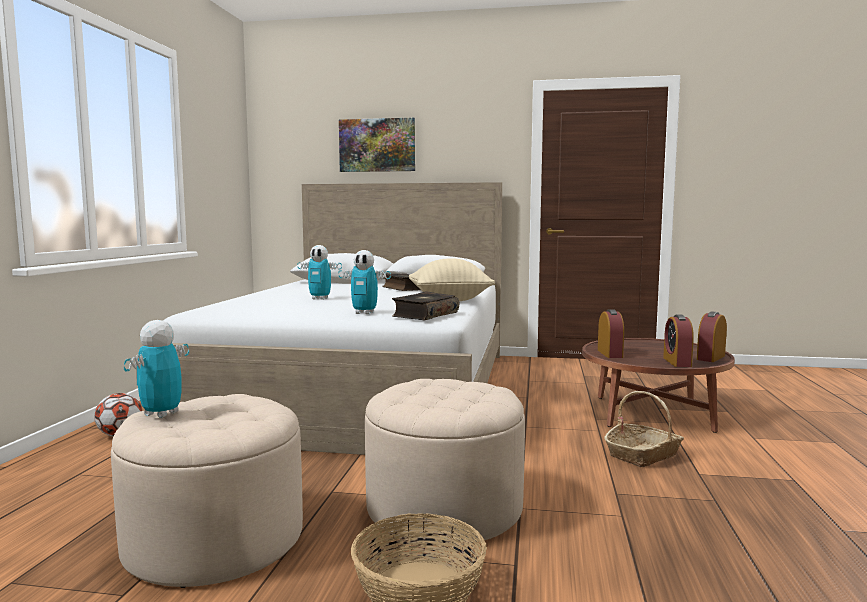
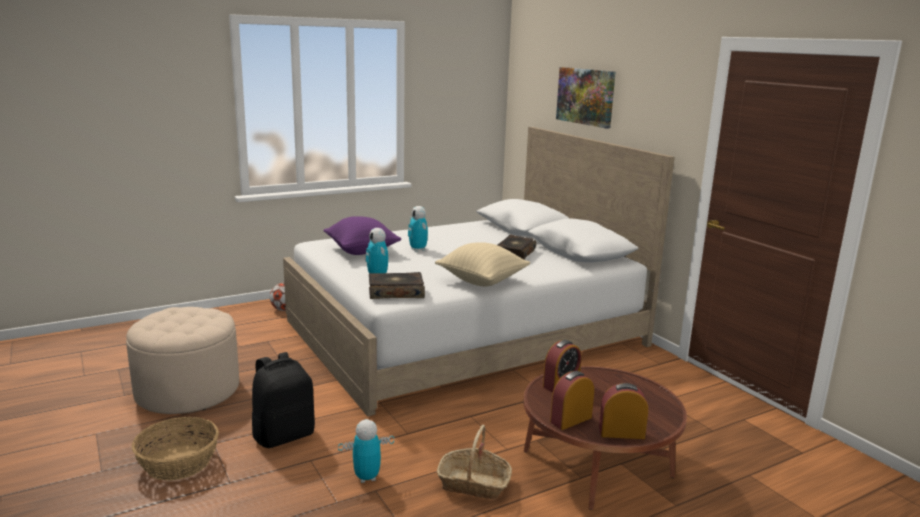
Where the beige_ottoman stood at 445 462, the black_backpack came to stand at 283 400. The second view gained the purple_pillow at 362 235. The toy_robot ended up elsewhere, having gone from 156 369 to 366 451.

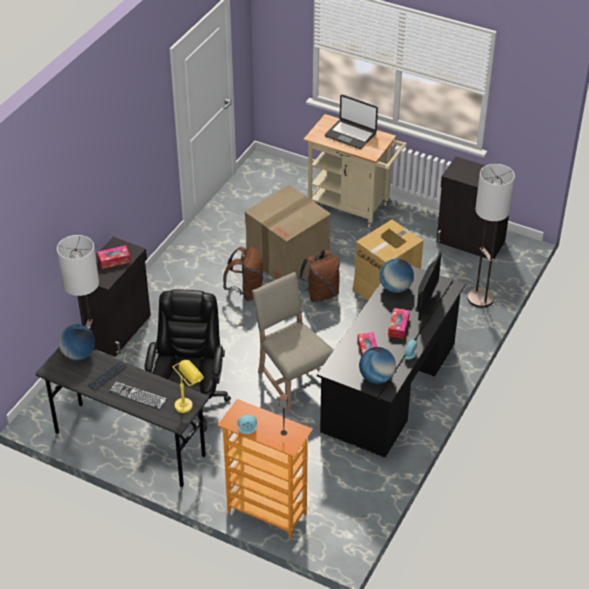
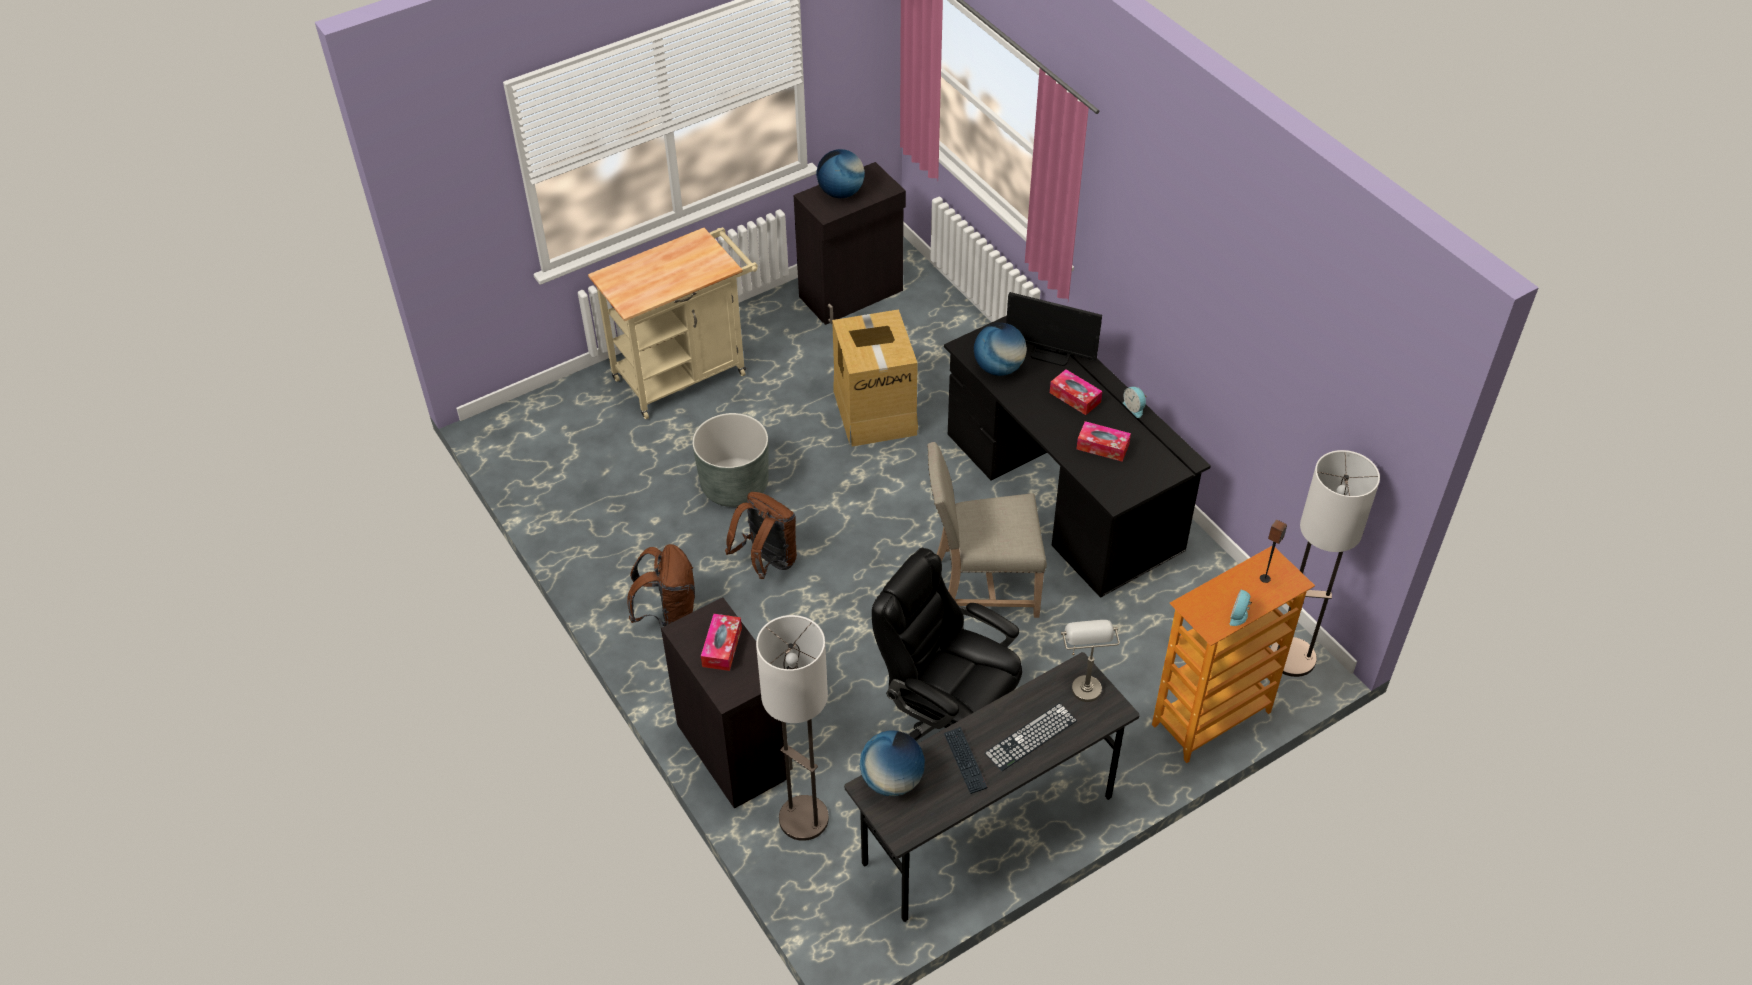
The brown_backpack ended up elsewhere, having gone from 319 276 to 661 586. Where the cardboard_box stood at 288 232, the grey_planter came to stand at 730 460. The globe ended up elsewhere, having gone from 377 365 to 840 173. The monitor at 428 286 ended up facing another way, 150 degrees clockwise from before. What was the yellow_table_lamp at 188 386 turned into the grey_table_lamp at 1090 661. The floor_lamp ended up elsewhere, having gone from 491 236 to 1325 563. The second view lost the laptop at 351 122.

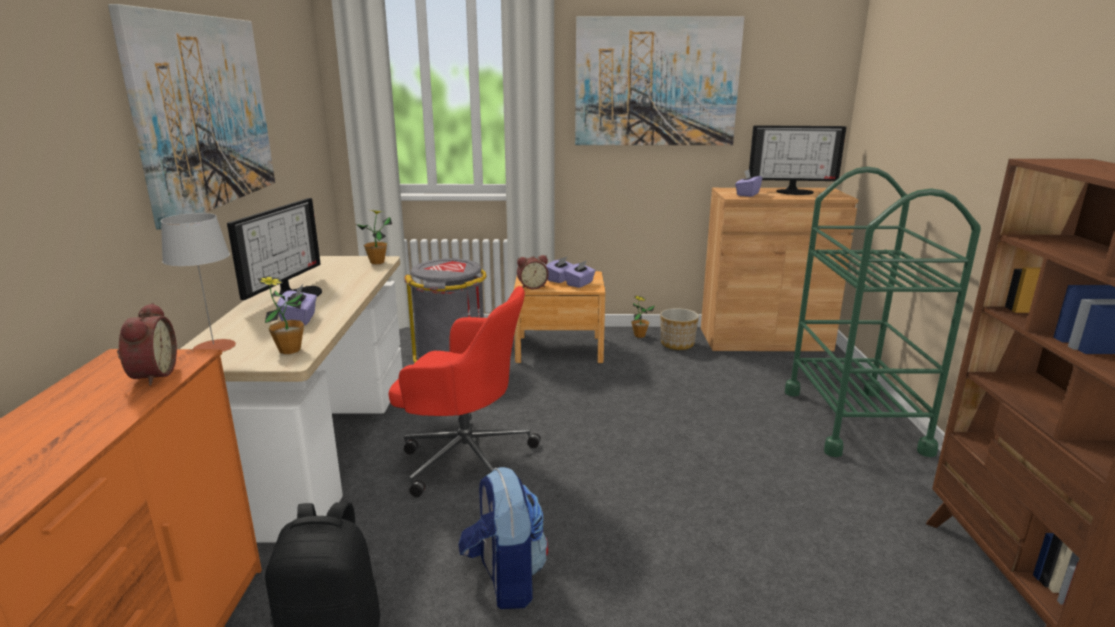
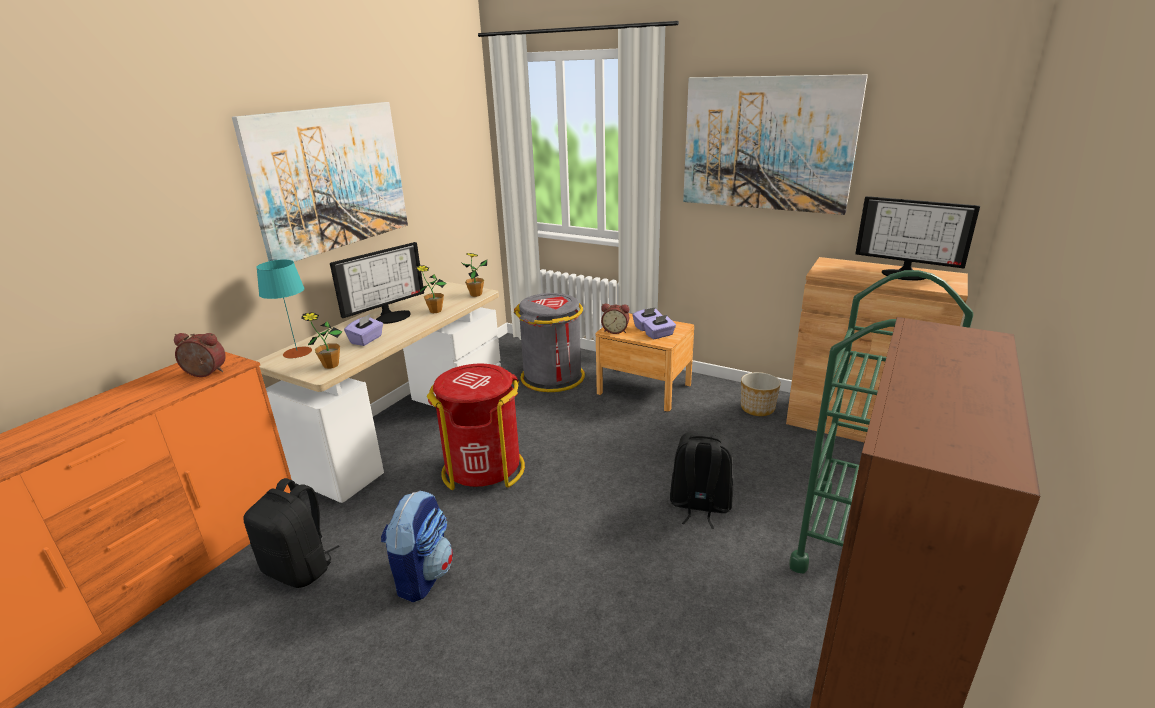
The alarm_clock at 147 344 ended up facing another way, 105 degrees counterclockwise from before. What was the grey_table_lamp at 198 282 turned into the turquoise_table_lamp at 284 309. The potted_plant ended up elsewhere, having gone from 643 317 to 431 289. Where the red_office_chair stood at 464 391, the red_trash_can came to stand at 476 426. The second view gained the black_backpack at 701 479. The second view lost the purple_tissue_box at 748 183.

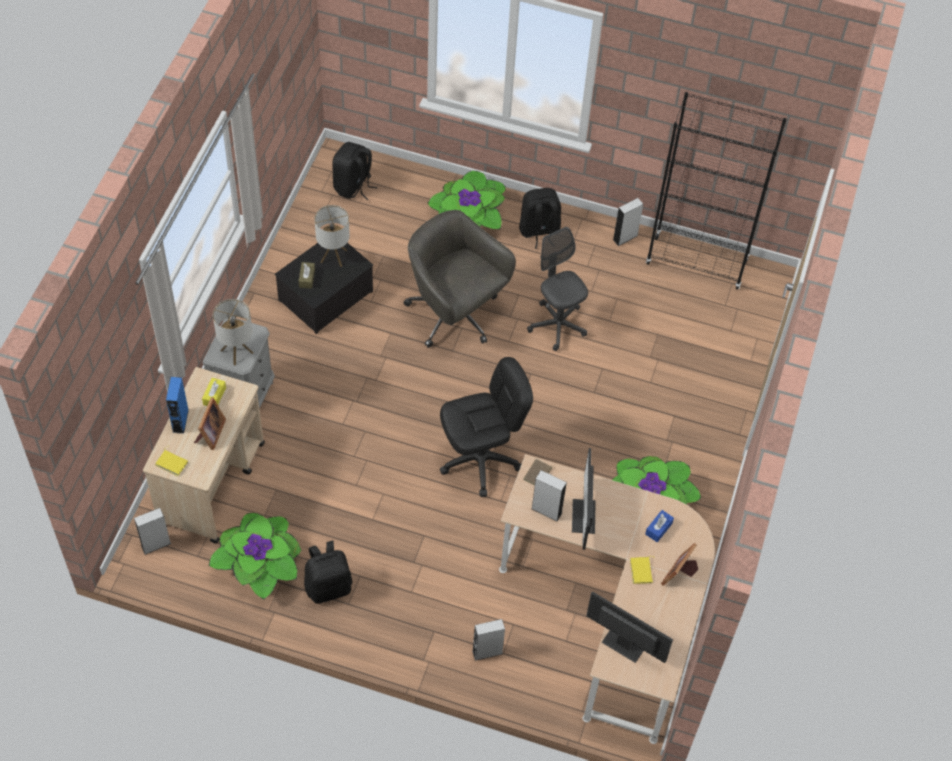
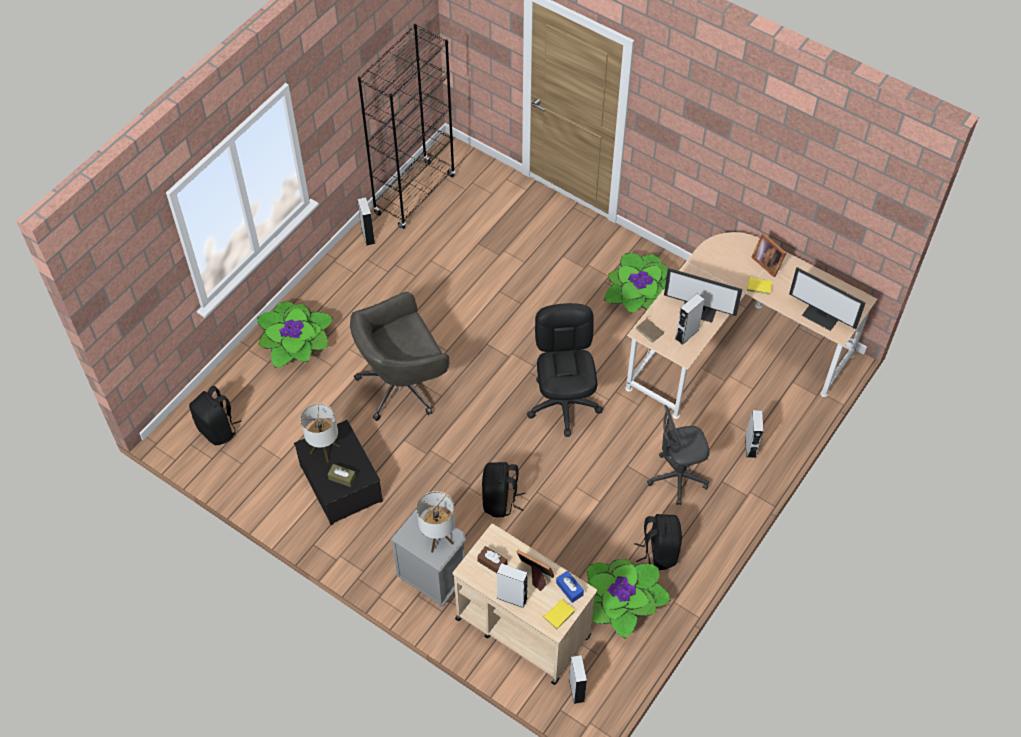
What was the yellow_tissue_box at 214 392 turned into the brown_tissue_box at 492 559. The black_backpack ended up elsewhere, having gone from 540 218 to 503 489. What was the blue_speaker at 177 405 turned into the grey_speaker at 512 585. The blue_tissue_box ended up elsewhere, having gone from 659 526 to 570 587. The grey_office_chair ended up elsewhere, having gone from 557 289 to 678 455. The monitor at 629 627 ended up facing another way, 105 degrees counterclockwise from before.

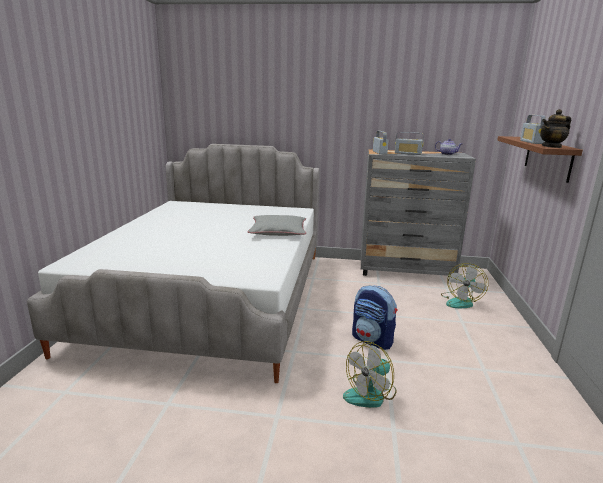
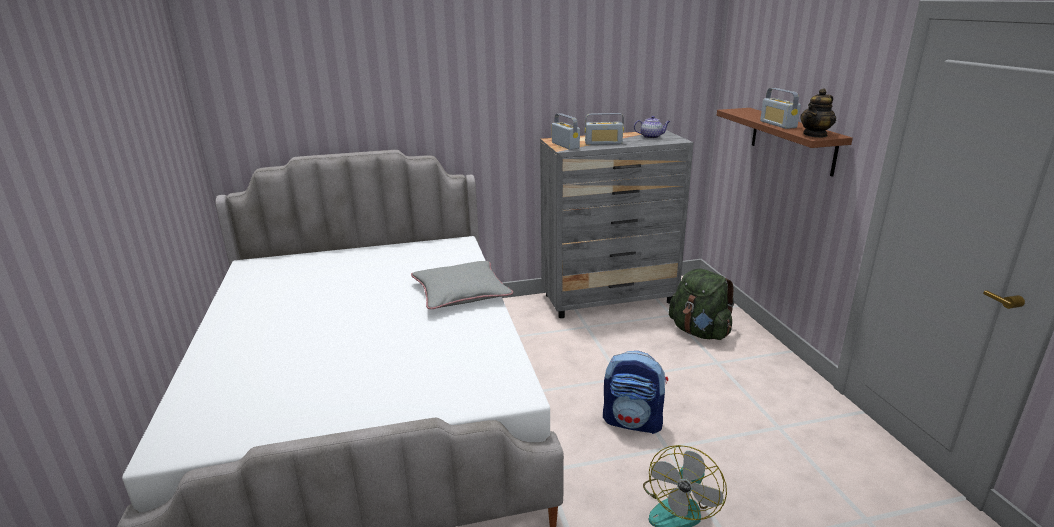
Where the fan stood at 464 285, the green_backpack came to stand at 702 304.

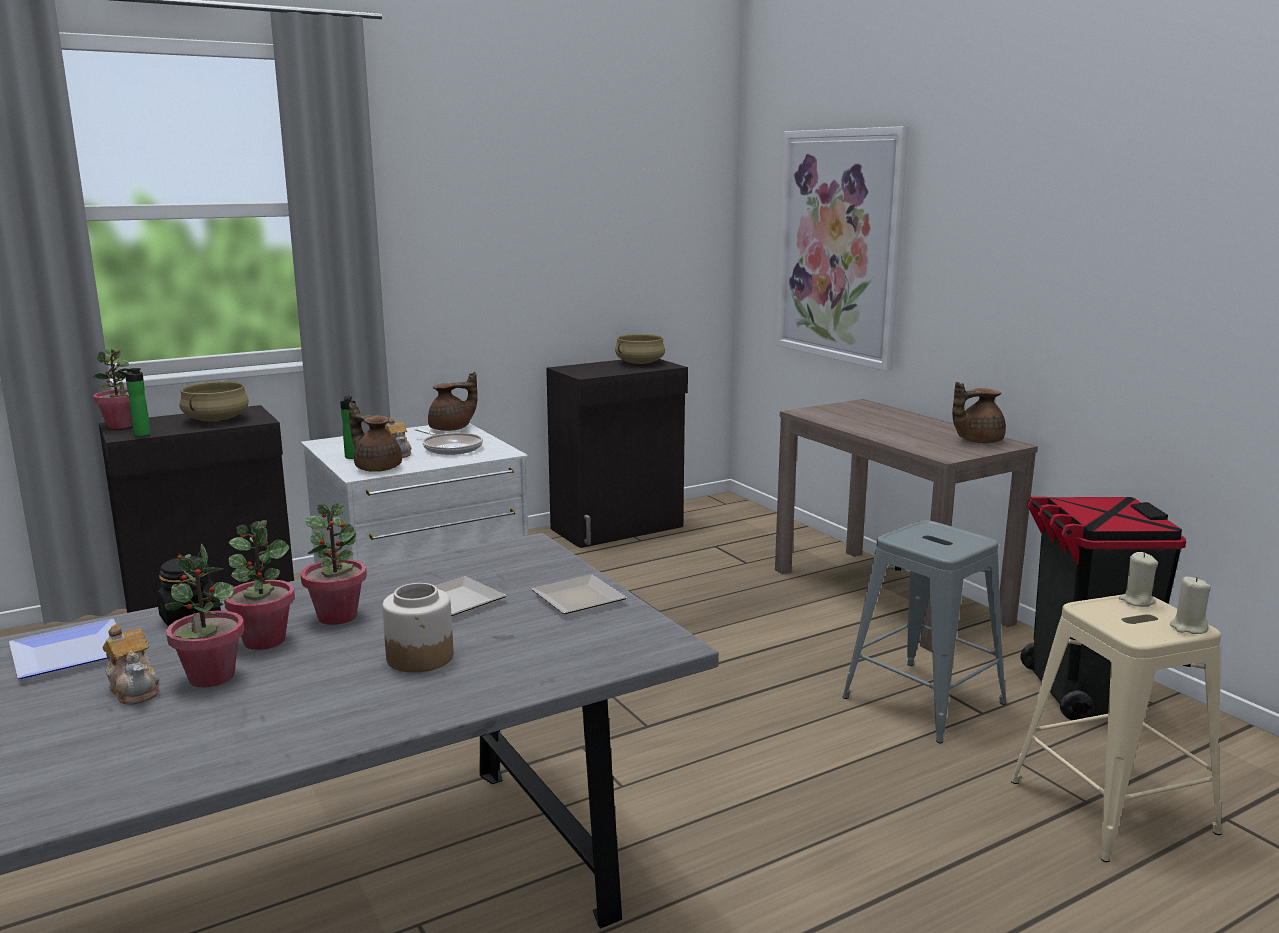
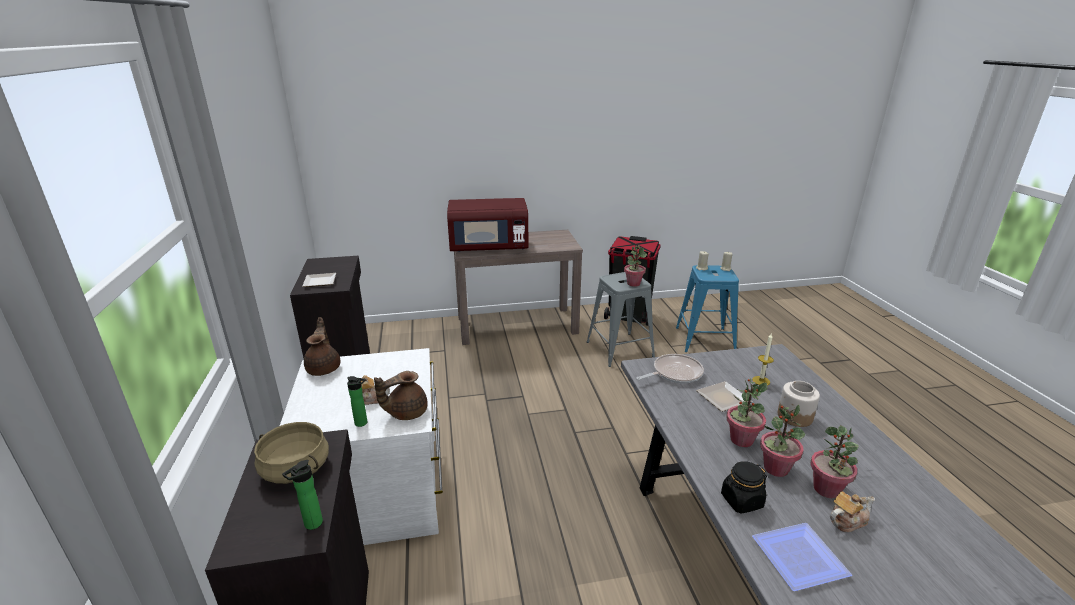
The plate ended up elsewhere, having gone from 579 594 to 319 280. The second view gained the red_microwave at 487 225. The potted_plant ended up elsewhere, having gone from 112 389 to 635 266. The frying_pan ended up elsewhere, having gone from 448 441 to 670 369. What was the beige_stool at 1116 728 turned into the blue_stool at 707 308. The second view gained the candle at 763 360. The second view lost the beige_cooking_pot at 640 349. The second view lost the picture at 842 248. The second view lost the brown_teapot at 979 412.

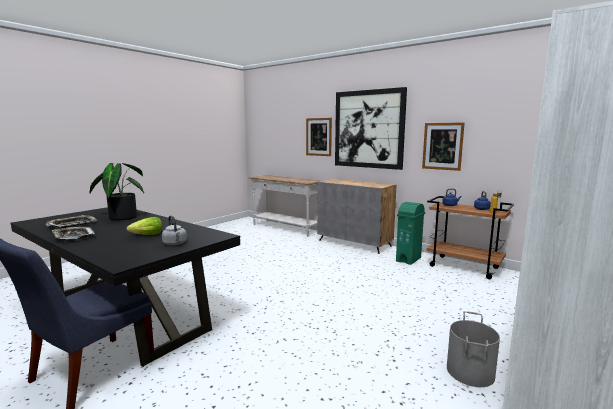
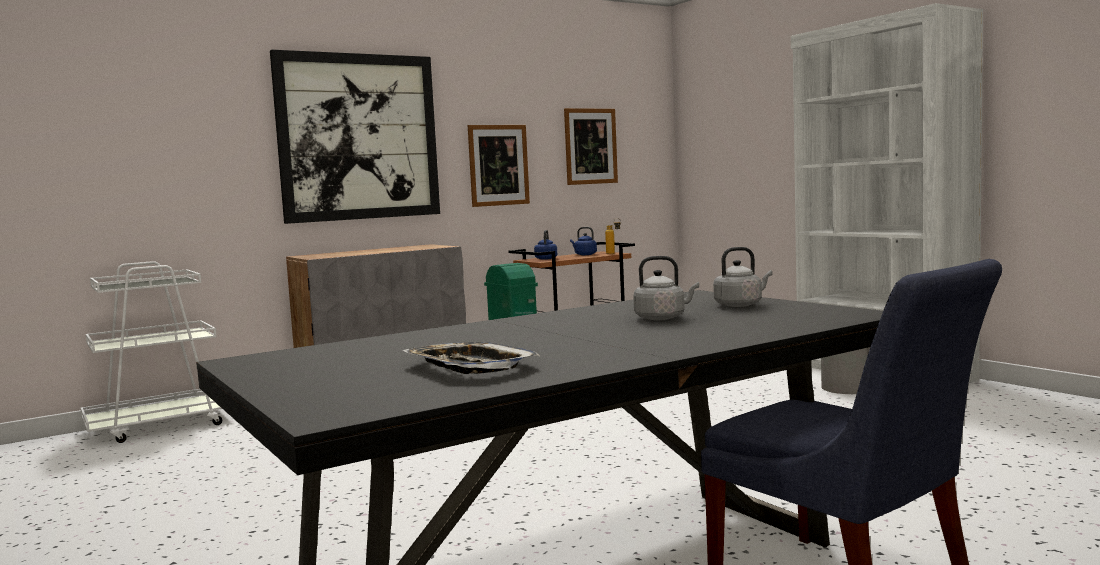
Where the white_console_table stood at 285 206, the white_cart came to stand at 151 352. The picture ended up elsewhere, having gone from 319 137 to 591 146. Where the lettuce stood at 144 226, the grey_kettle came to stand at 666 288. The second view lost the tray at 73 233. The second view lost the potted_plant at 116 192.

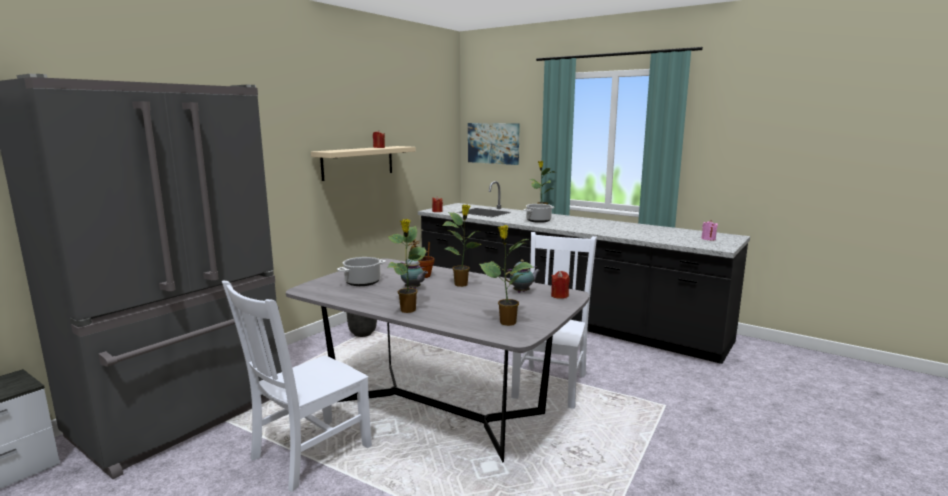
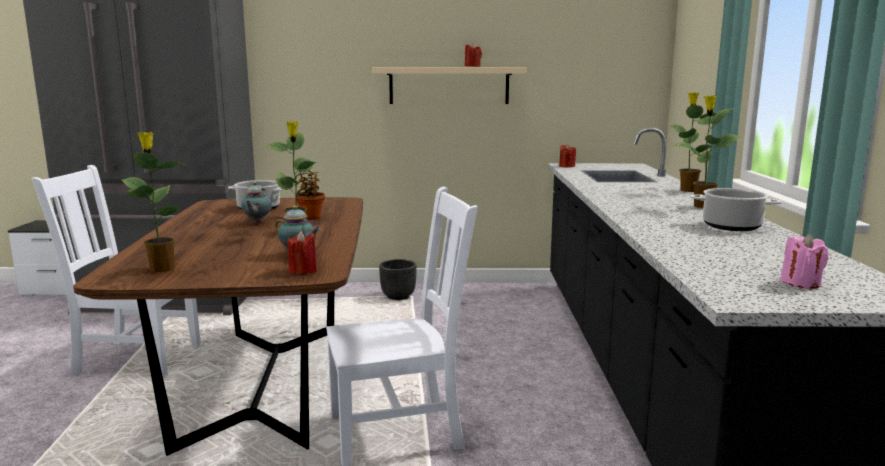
What was the grey_dining_table at 438 360 turned into the brown_dining_table at 218 326. The potted_plant ended up elsewhere, having gone from 407 266 to 708 151. The cooking_pot ended up elsewhere, having gone from 538 213 to 736 209. The second view lost the picture at 494 144.

